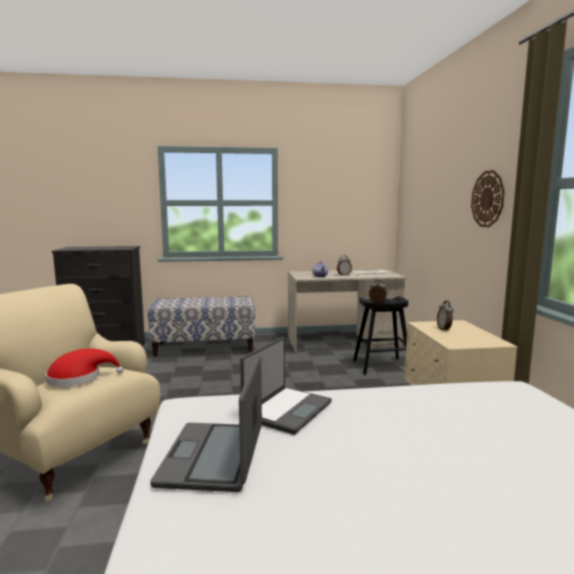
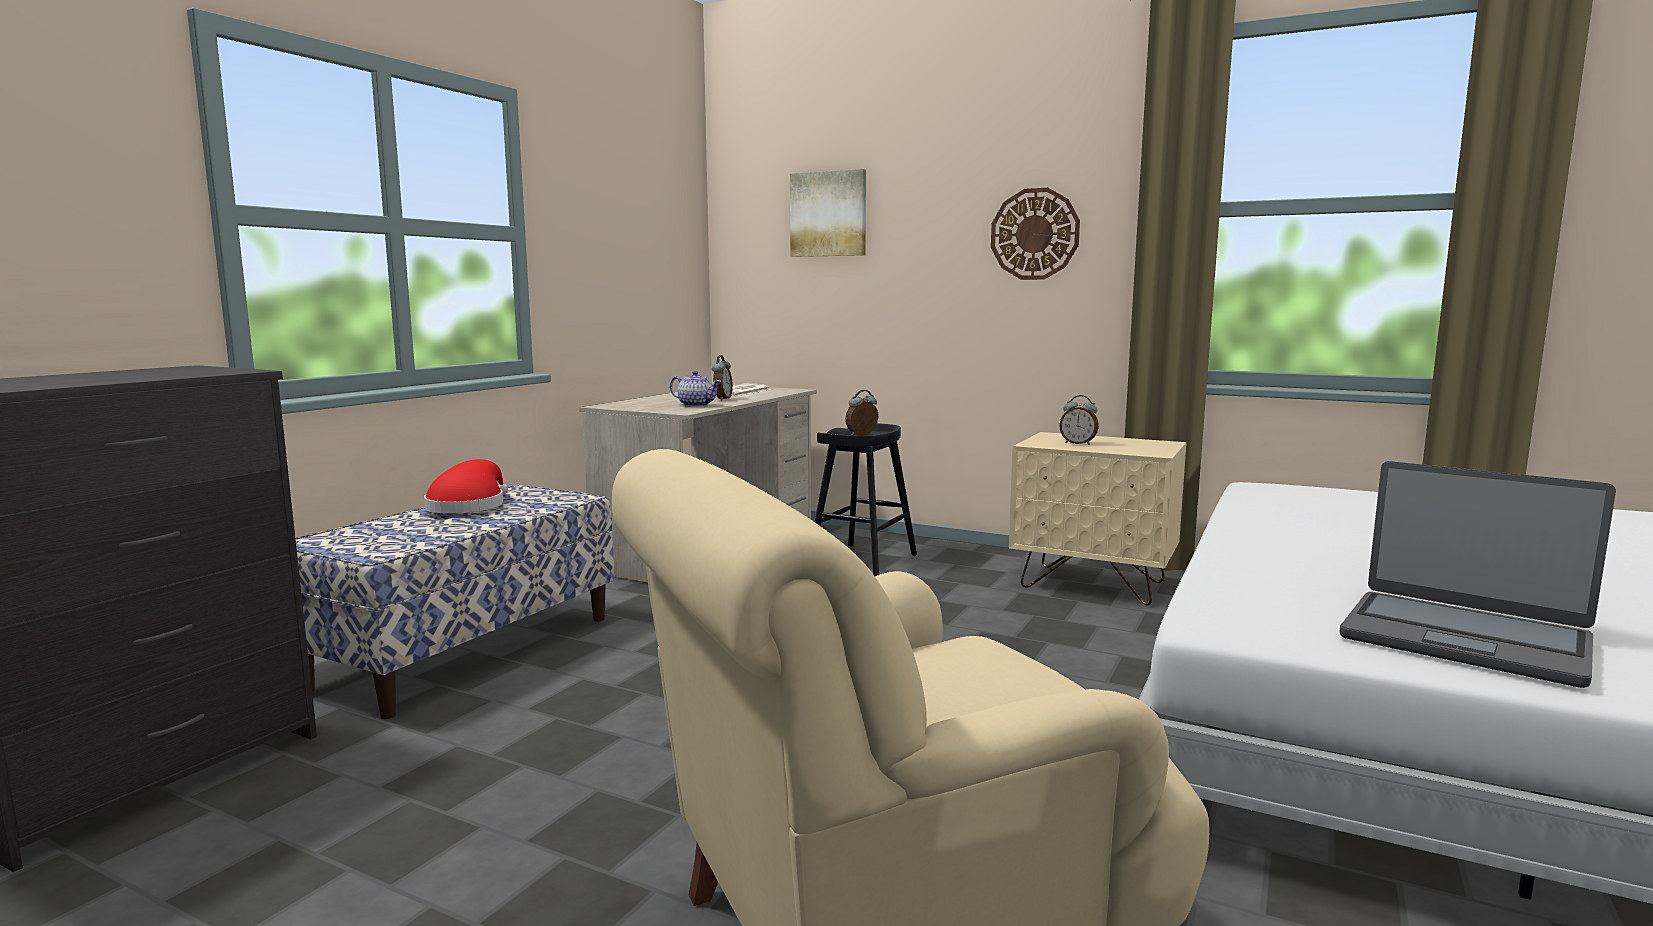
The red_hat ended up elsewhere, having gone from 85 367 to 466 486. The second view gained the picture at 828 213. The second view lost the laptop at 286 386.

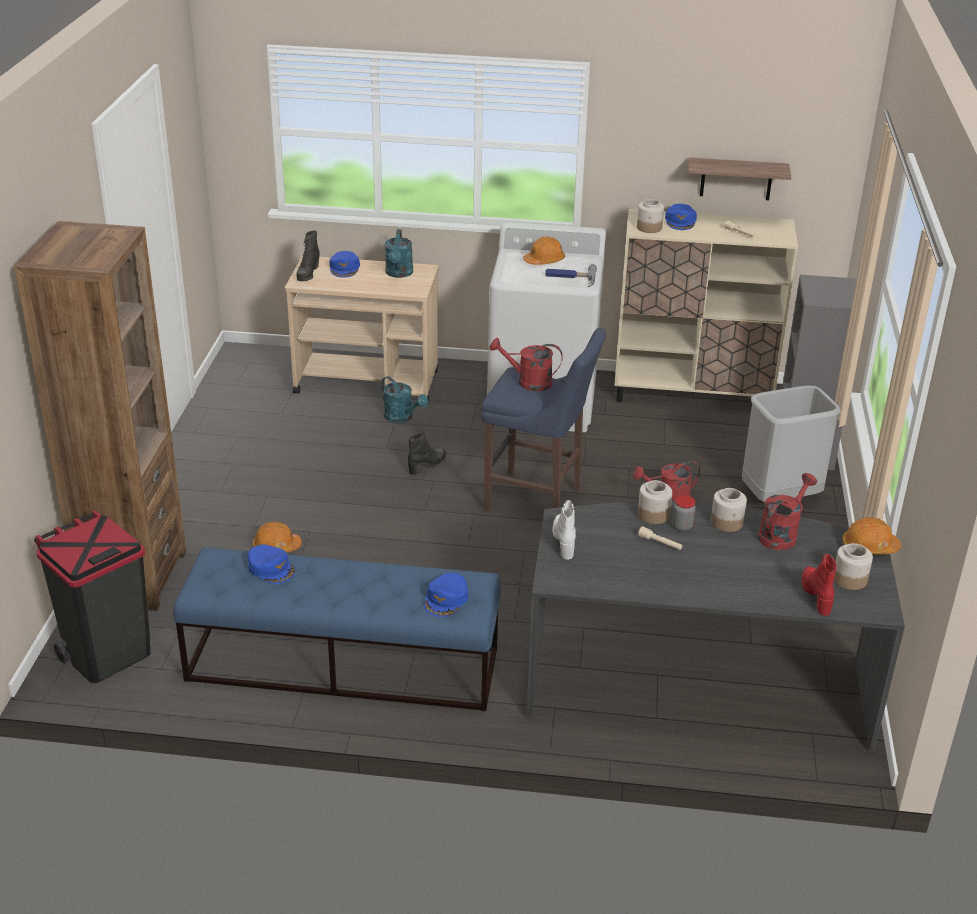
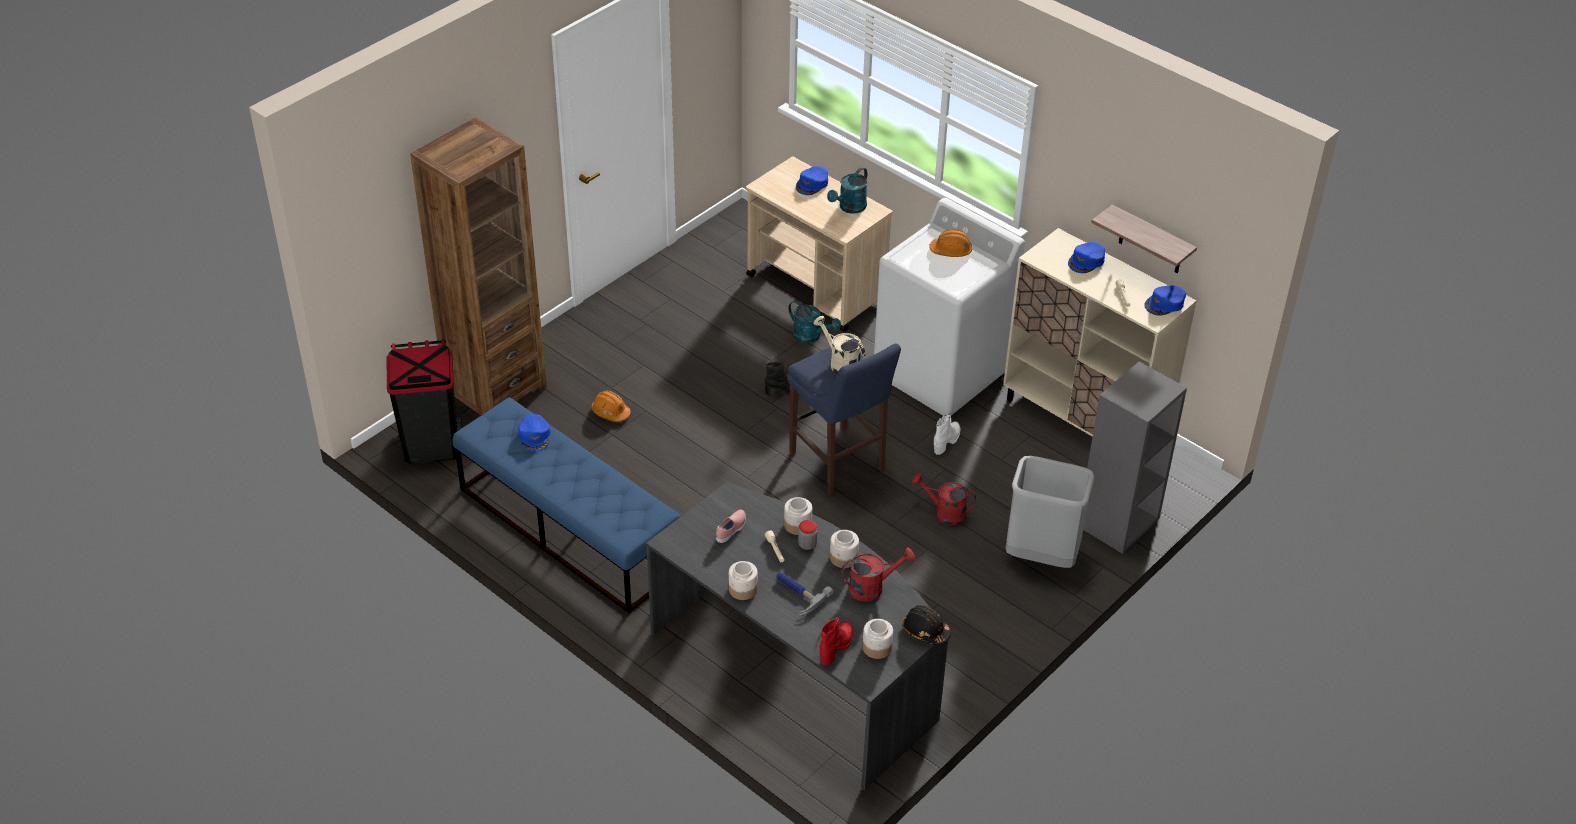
The second view gained the pink_shoe at 731 526. The jar ended up elsewhere, having gone from 650 216 to 743 580. The hammer ended up elsewhere, having gone from 571 275 to 804 593. The turquoise_watering_can at 404 399 ended up facing another way, 45 degrees counterclockwise from before. What was the red_watering_can at 526 364 turned into the beige_watering_can at 839 345. What was the orange_hard_hat at 871 536 turned into the black_hard_hat at 926 625. The white_boot ended up elsewhere, having gone from 564 530 to 947 434. The blue_cap ended up elsewhere, having gone from 446 595 to 1165 300. The second view lost the black_boot at 308 255.

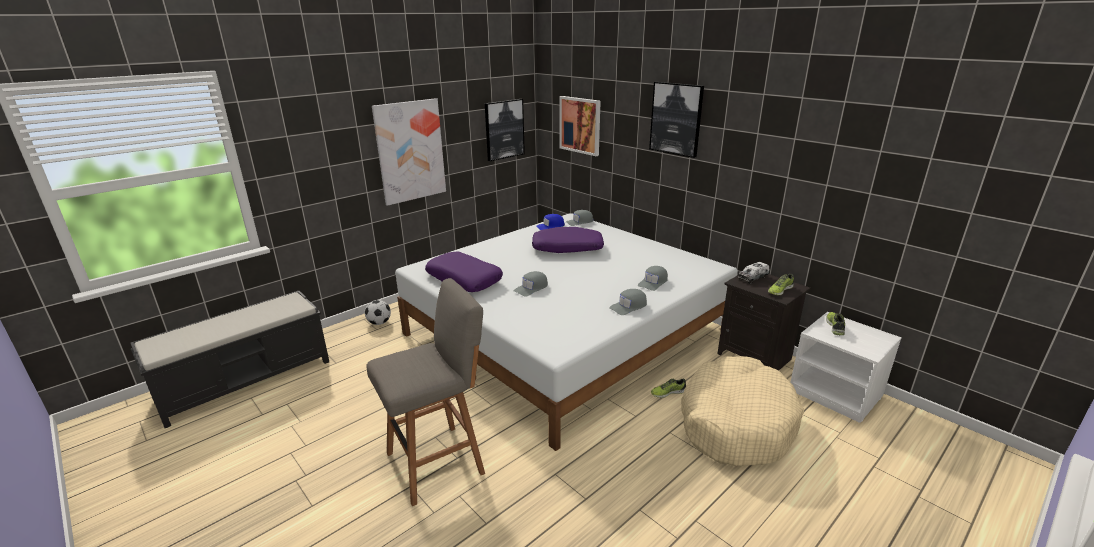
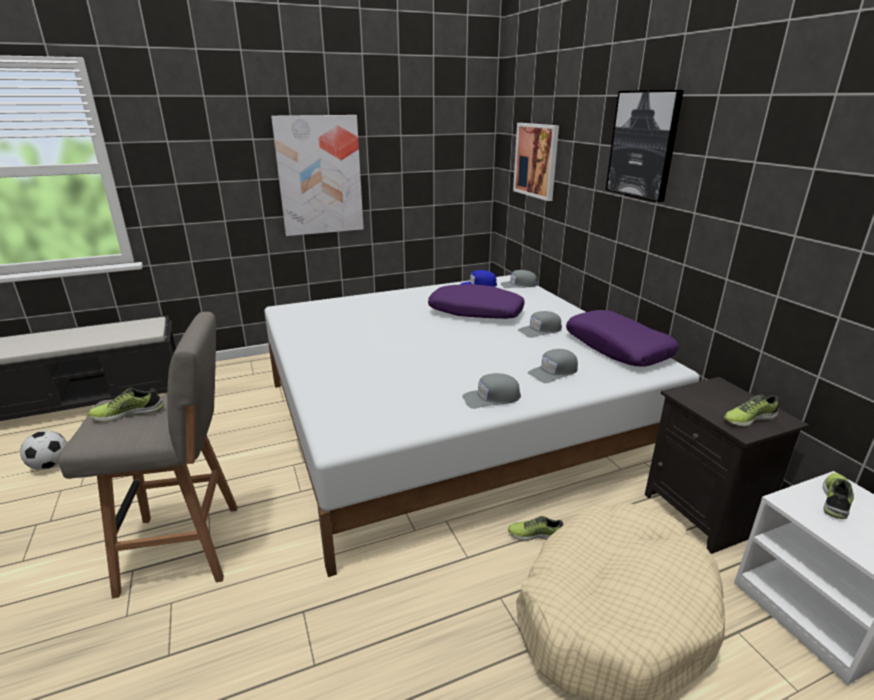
The football ended up elsewhere, having gone from 378 312 to 43 450. The second view gained the shoe at 126 405. The grey_cap ended up elsewhere, having gone from 531 284 to 540 324. The purple_pillow ended up elsewhere, having gone from 464 272 to 622 338. The second view lost the picture at 505 130. The second view lost the toy_truck at 753 273.

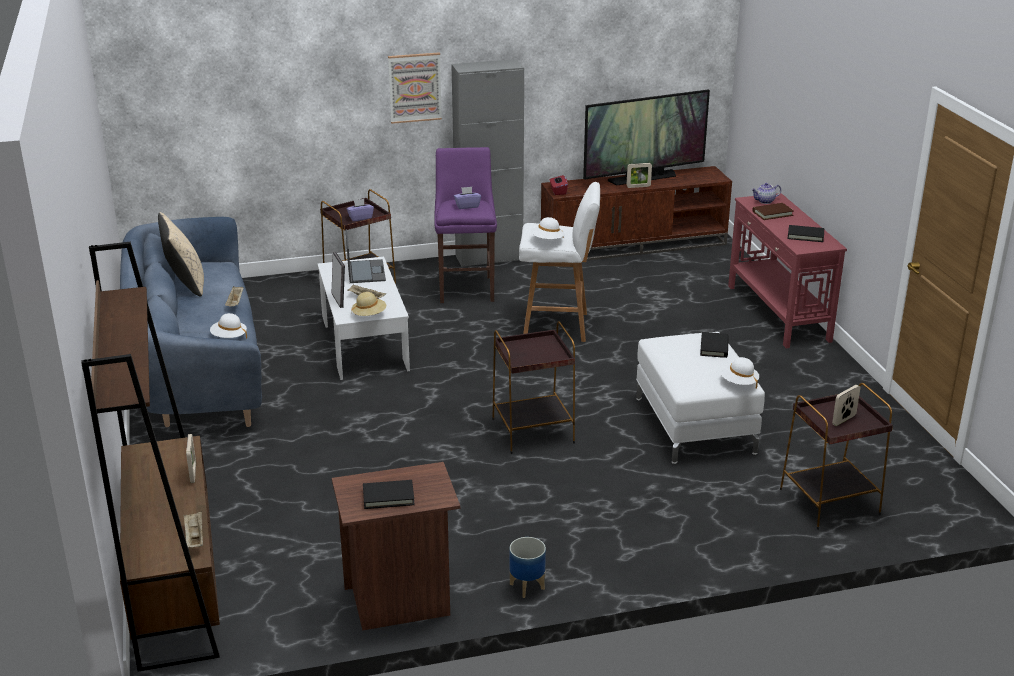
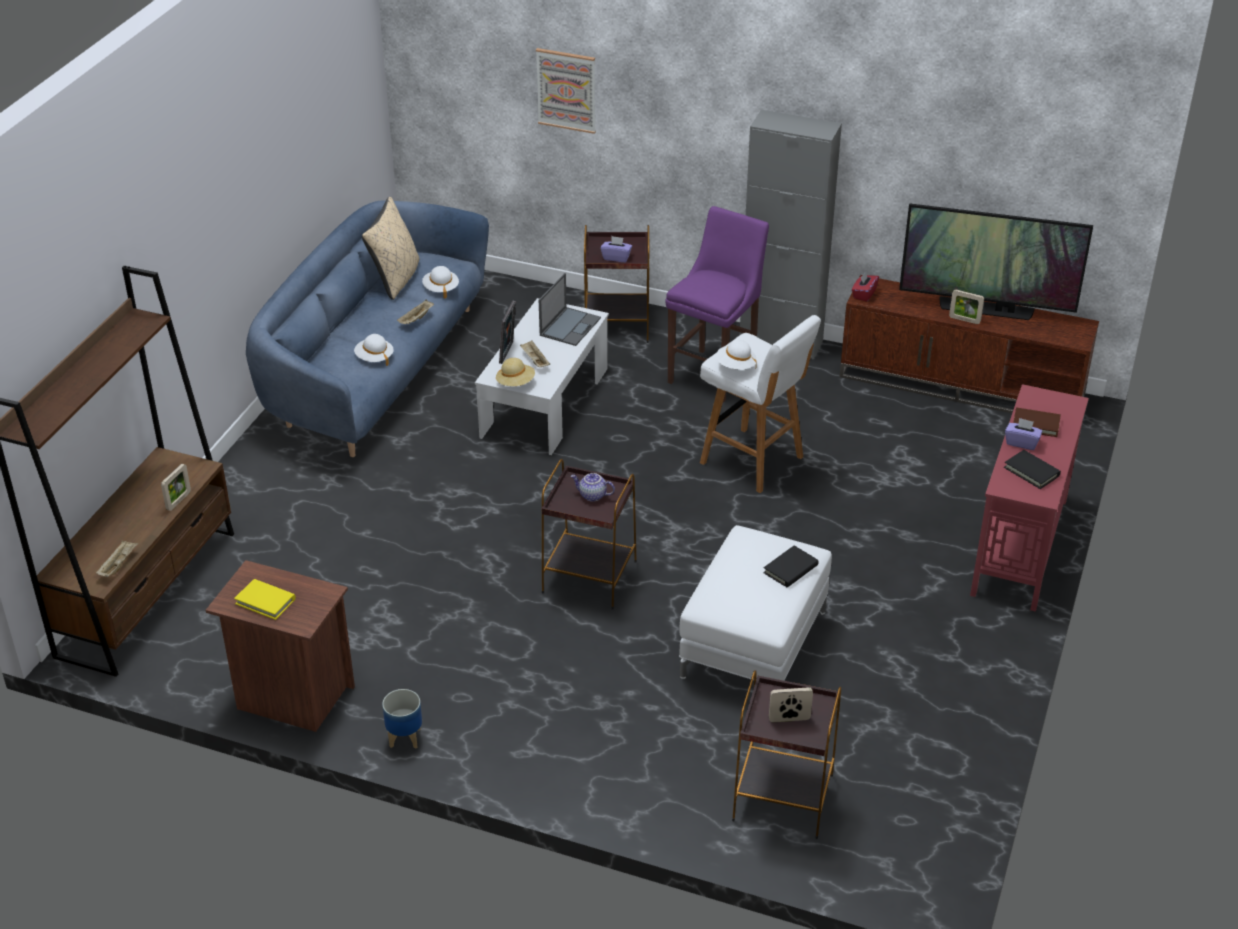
What was the black_book at 389 494 turned into the yellow_book at 265 599. The white_hat ended up elsewhere, having gone from 739 373 to 440 282. The picture ended up elsewhere, having gone from 415 88 to 566 91. The teapot ended up elsewhere, having gone from 766 193 to 593 487. The purple_tissue_box ended up elsewhere, having gone from 467 198 to 1023 434.

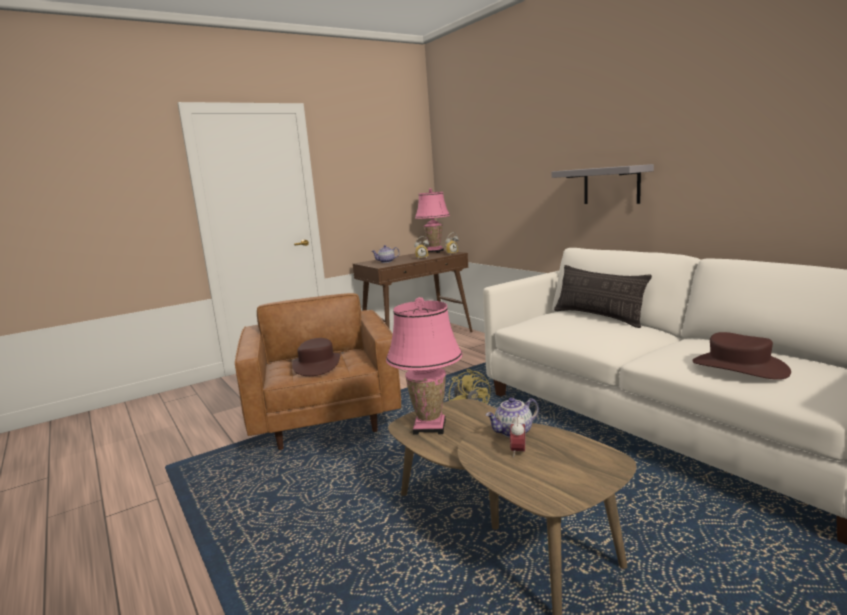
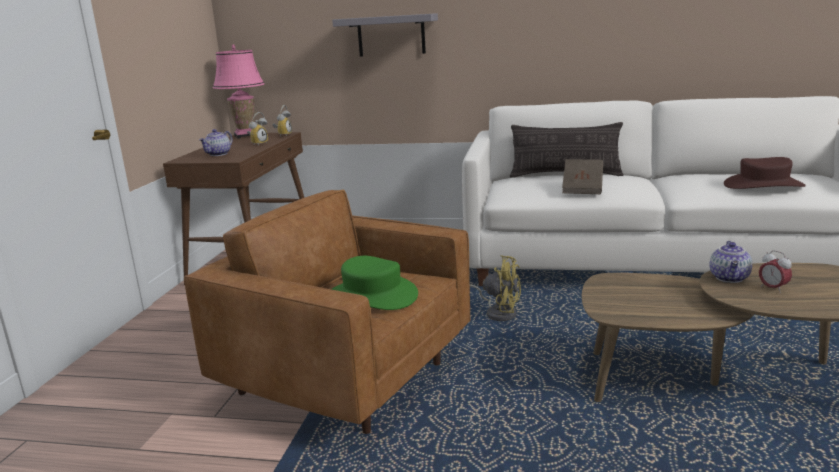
What was the brown_hat at 316 357 turned into the green_hat at 374 283. The grey_shelf ended up elsewhere, having gone from 603 184 to 385 35. The second view gained the brown_book at 582 176. The second view lost the pink_table_lamp at 424 366.

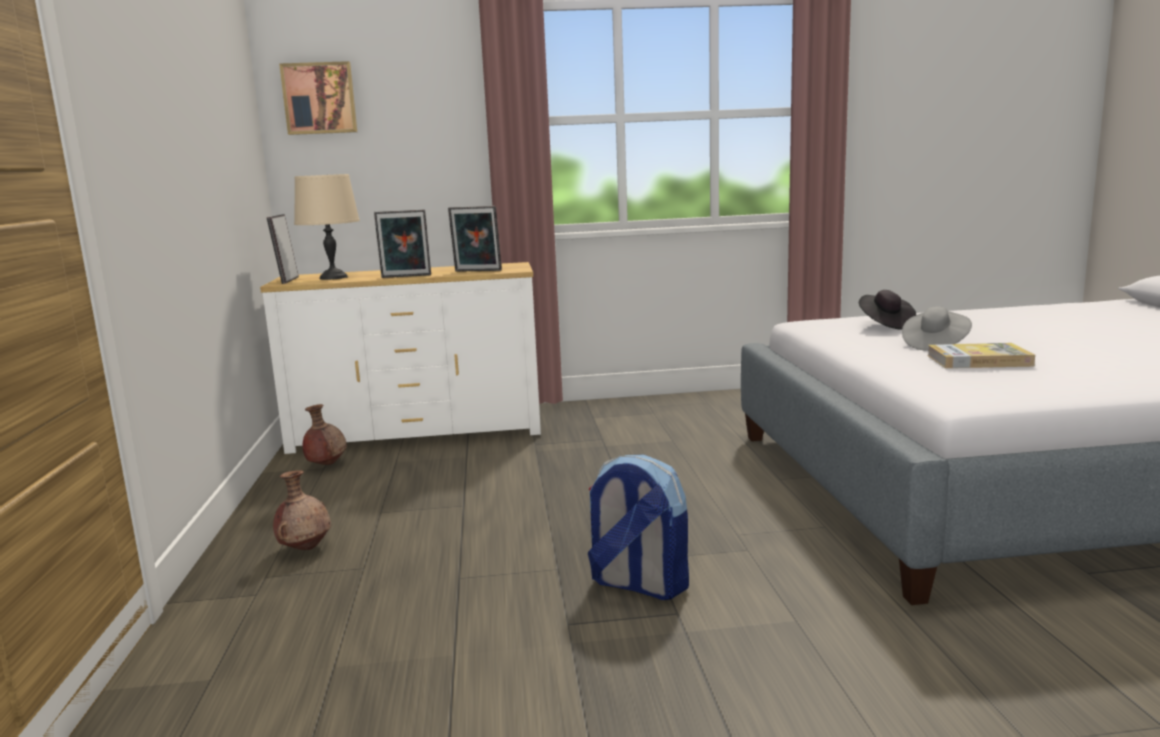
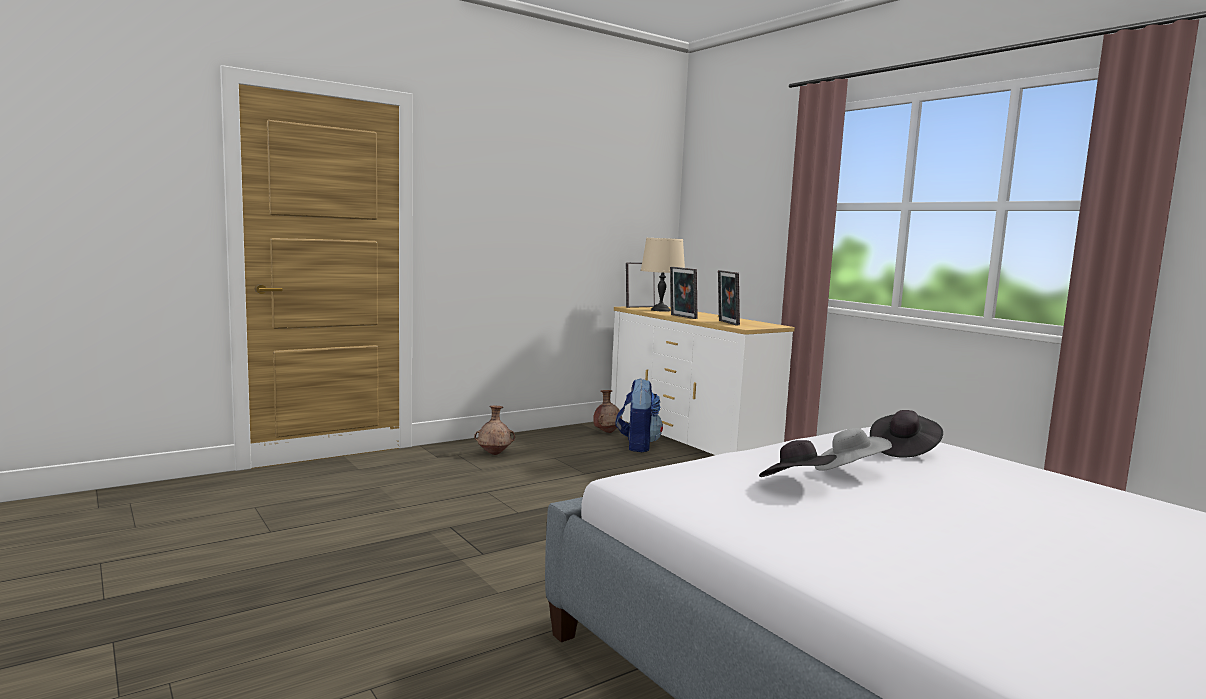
The backpack ended up elsewhere, having gone from 638 527 to 639 415. Where the book stood at 981 355, the black_hat came to stand at 798 458. The second view lost the picture at 318 98.

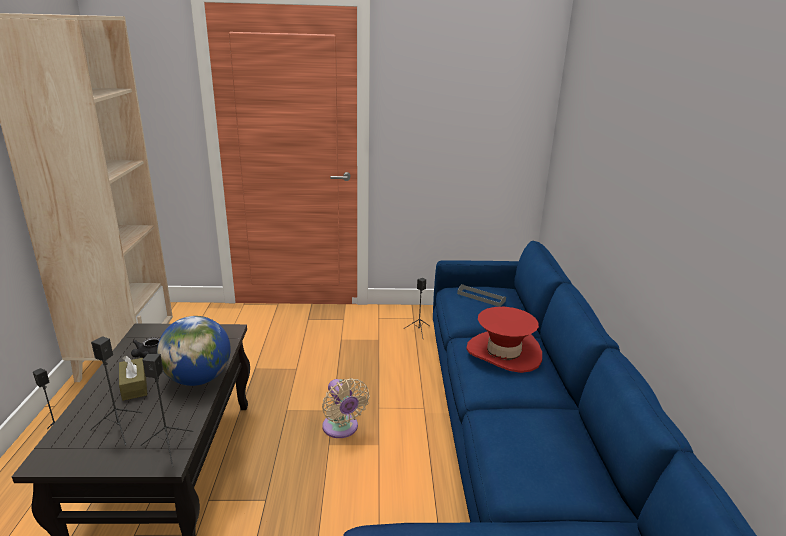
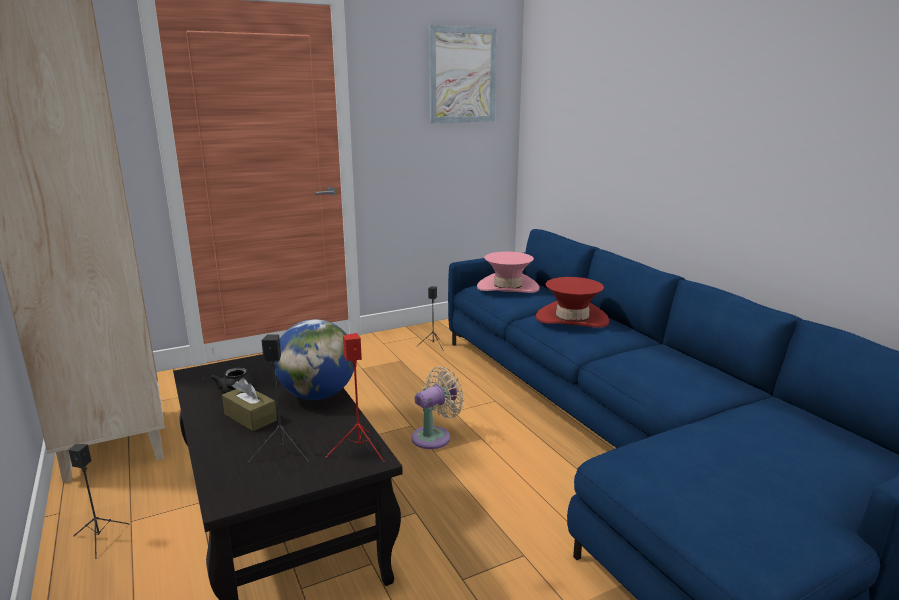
What was the black_speaker at 167 410 turned into the red_speaker at 355 397. The beige_fan at 346 408 ended up facing another way, 75 degrees counterclockwise from before. The second view gained the picture at 463 74. Where the grey_tray stood at 481 295, the pink_hat came to stand at 508 272.

